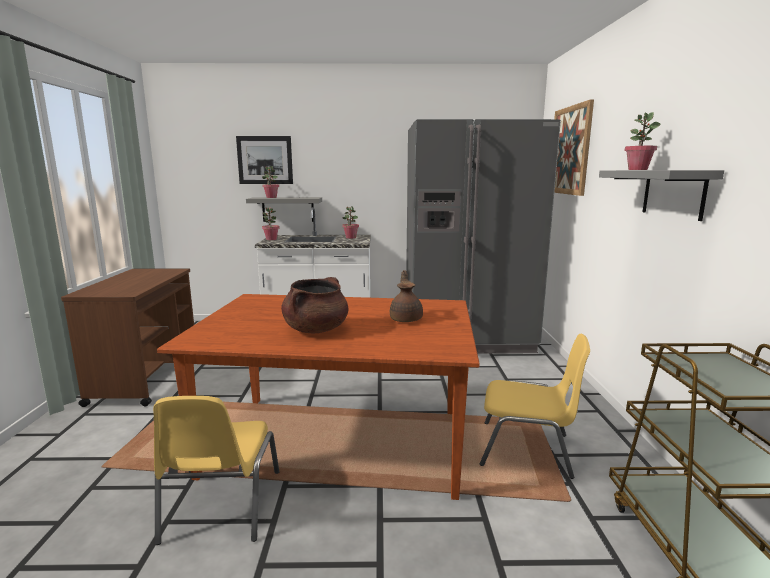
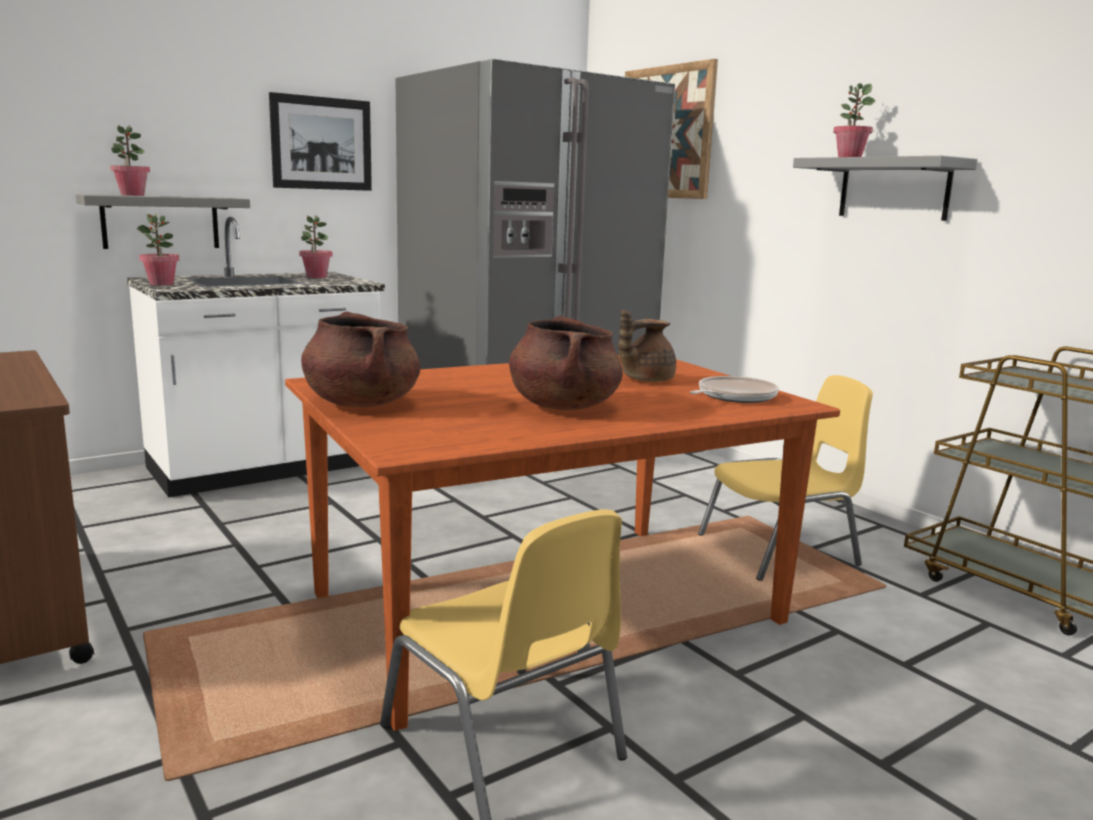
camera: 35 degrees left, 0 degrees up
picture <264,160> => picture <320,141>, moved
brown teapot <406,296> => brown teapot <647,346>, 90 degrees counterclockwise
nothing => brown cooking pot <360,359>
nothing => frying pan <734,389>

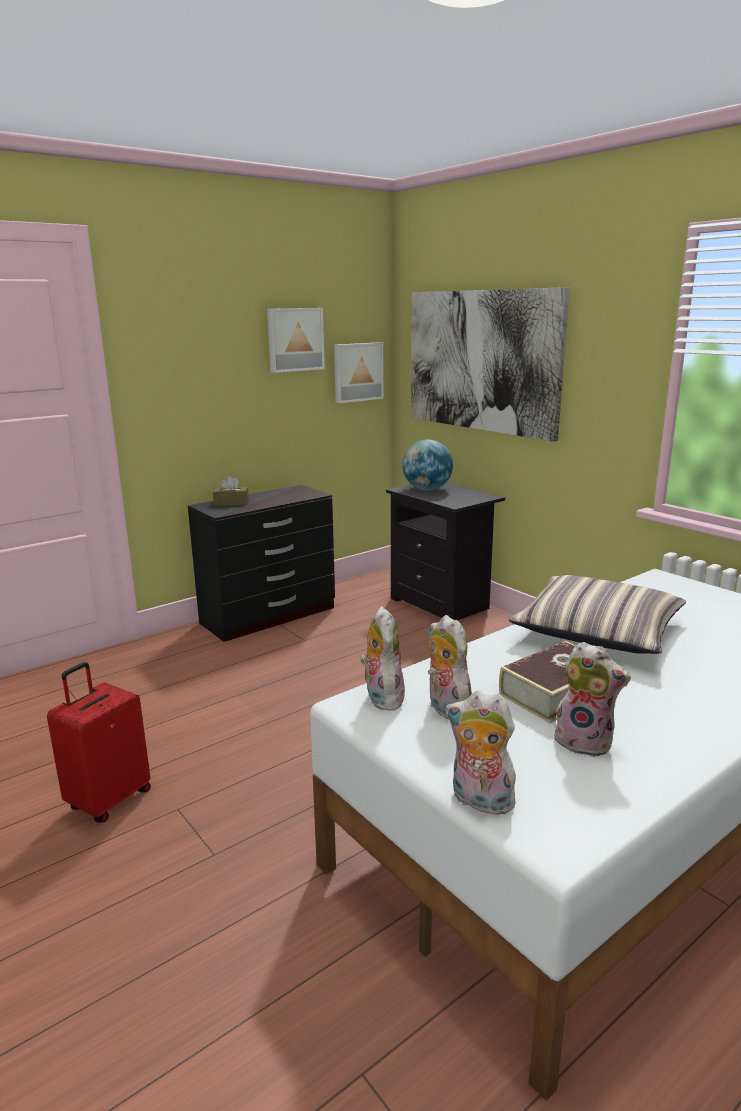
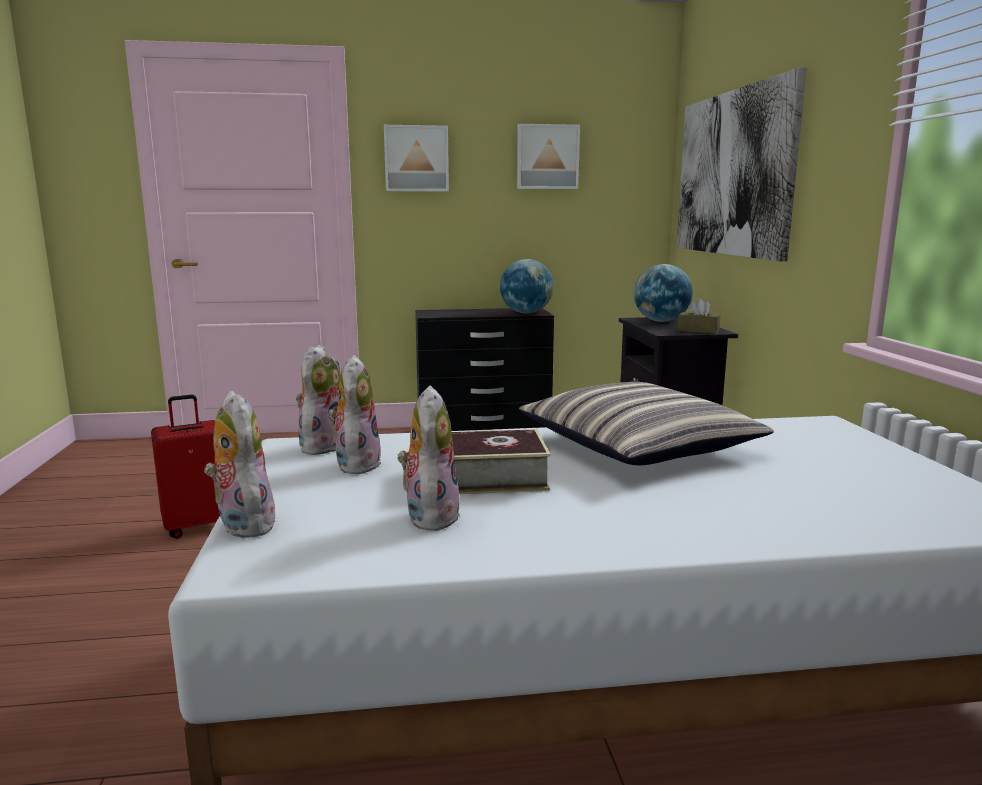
camera: 30 degrees right, 5 degrees down
brown tissue box <231,491> => brown tissue box <698,316>, moved
picture <359,372> => picture <416,158>, moved
plush toy <591,699> => plush toy <429,458>, 150 degrees counterclockwise
nothing => globe <527,286>

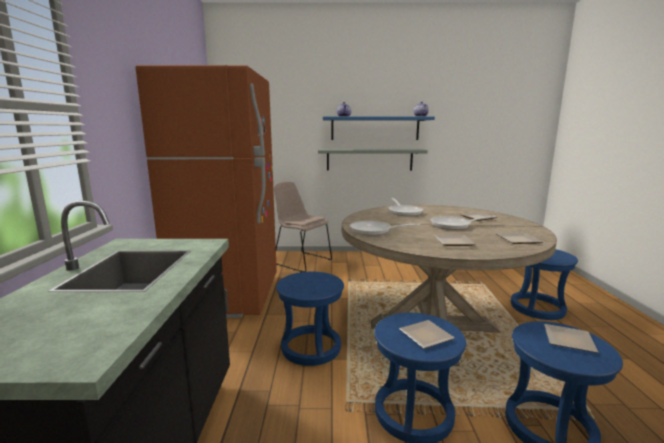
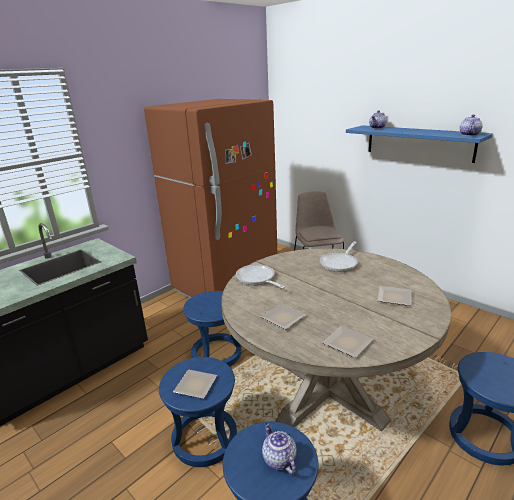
camera: 45 degrees right, 10 degrees up
grey shelf <373,160> => nothing
frying pan <463,223> => nothing
plate <571,338> => teapot <279,448>

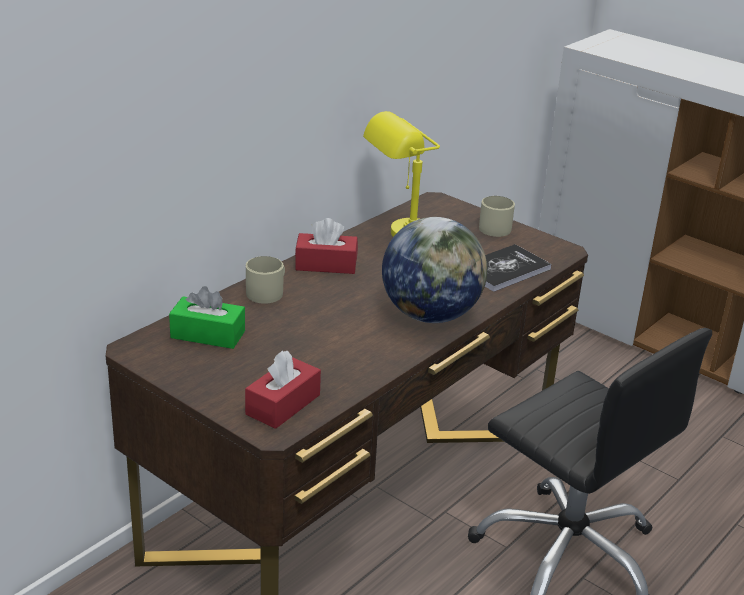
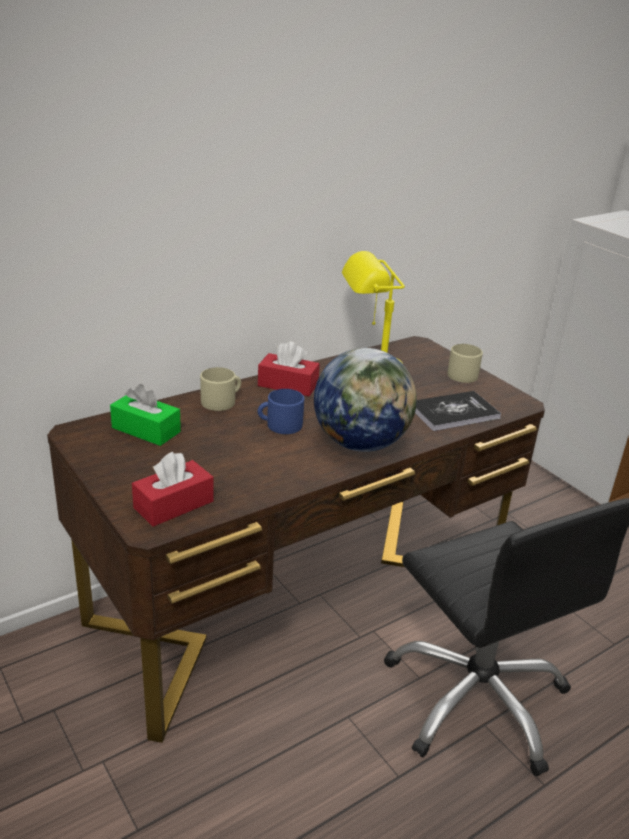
camera: 15 degrees right, 0 degrees up
nothing => blue mug <281,411>

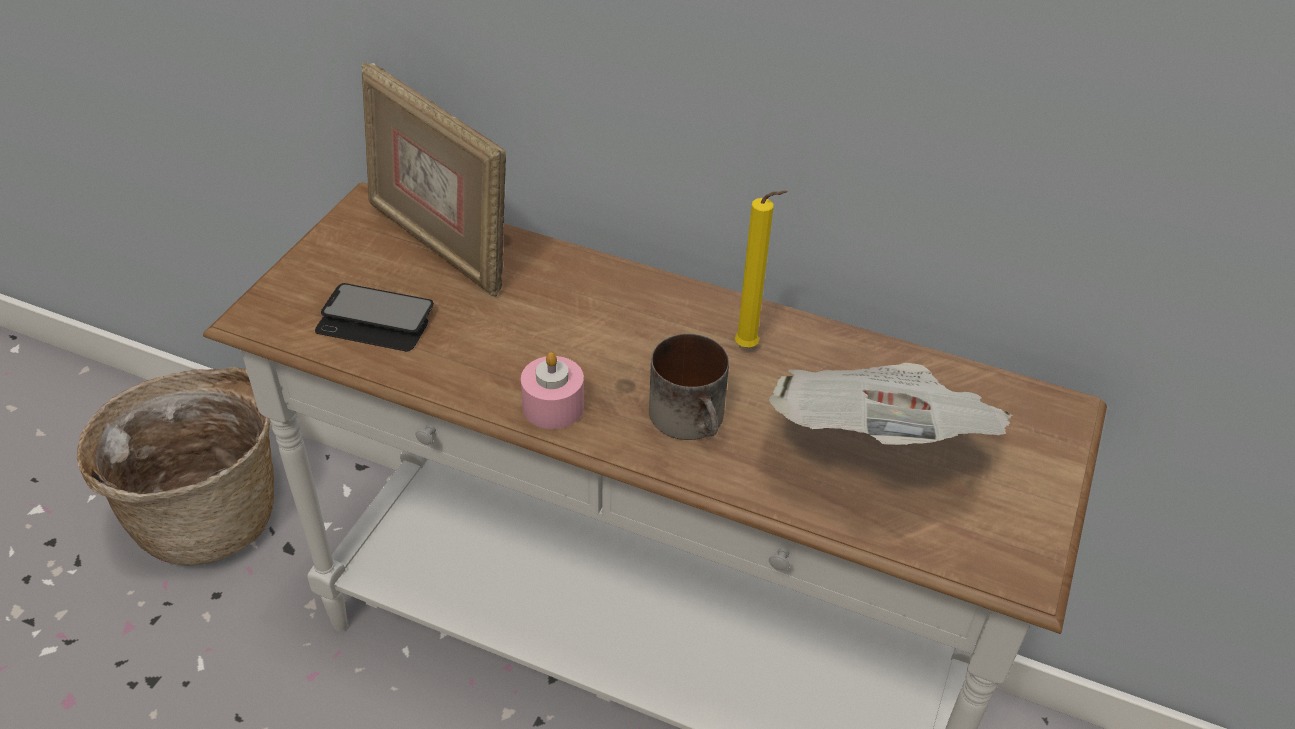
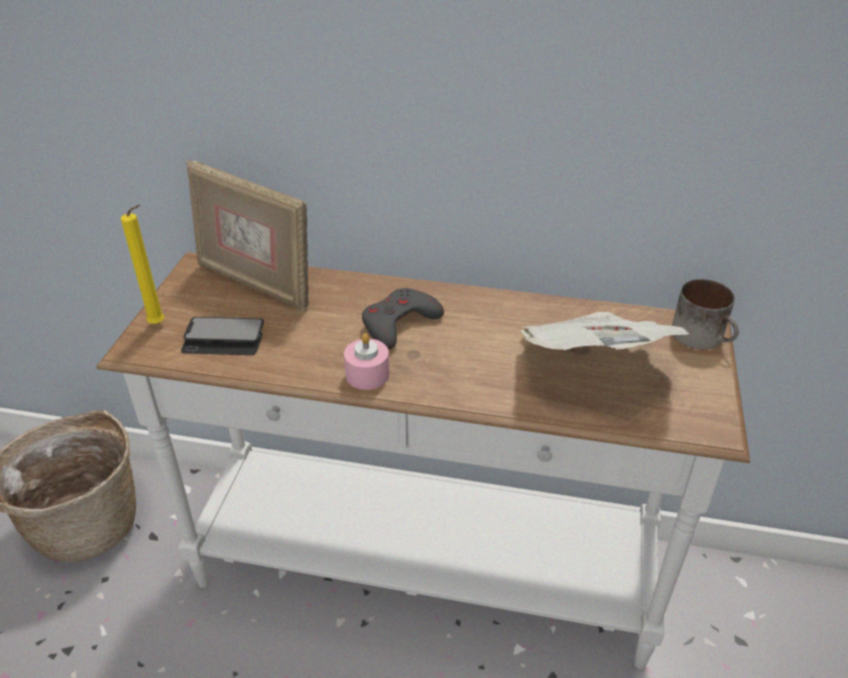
camera: 10 degrees left, 5 degrees down
mug <689,387> => mug <705,314>, moved
yellow candle <761,269> => yellow candle <142,264>, moved
nothing => grey game controller <403,319>

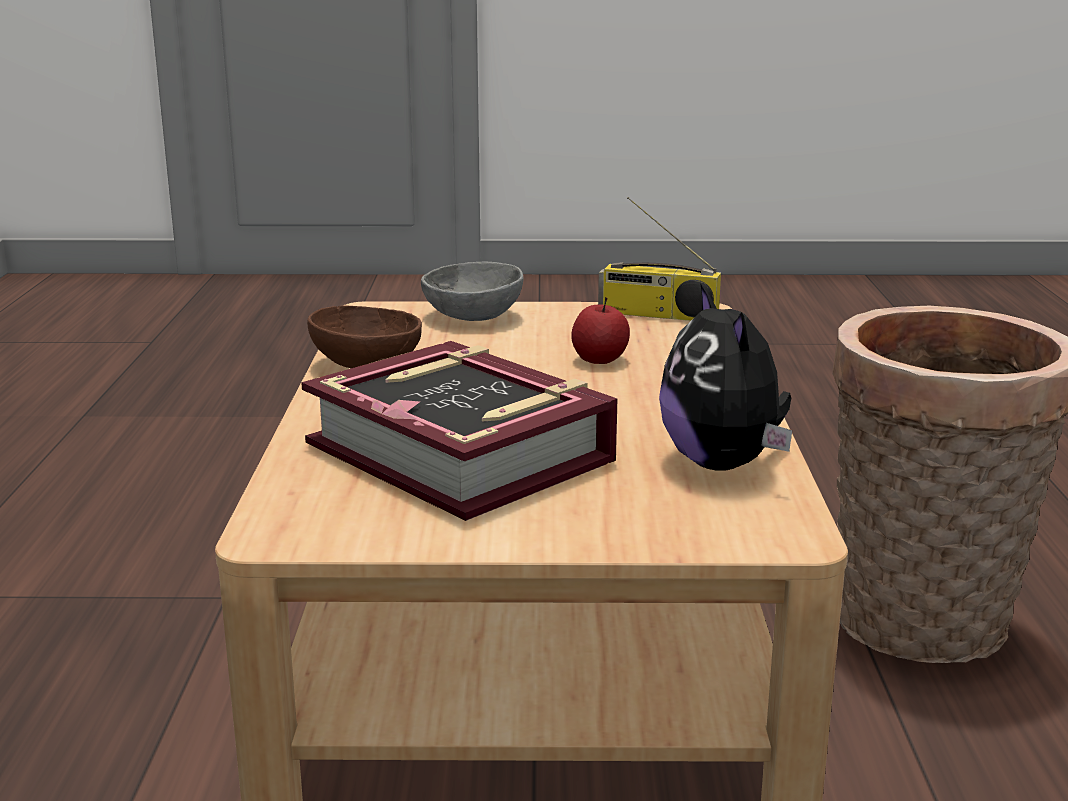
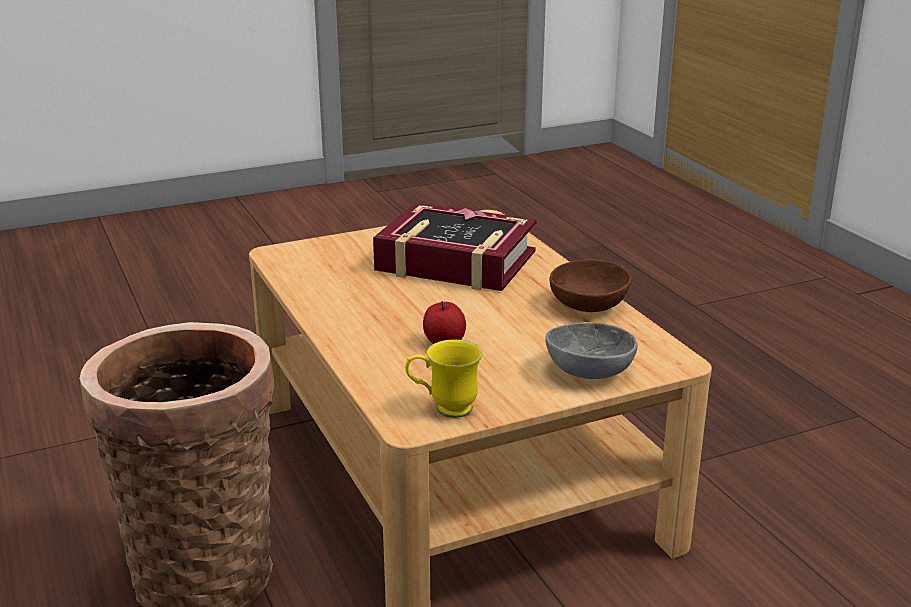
camera: 155 degrees right, 5 degrees up
radio <659,259> => yellow mug <444,378>
plush toy <725,377> => nothing

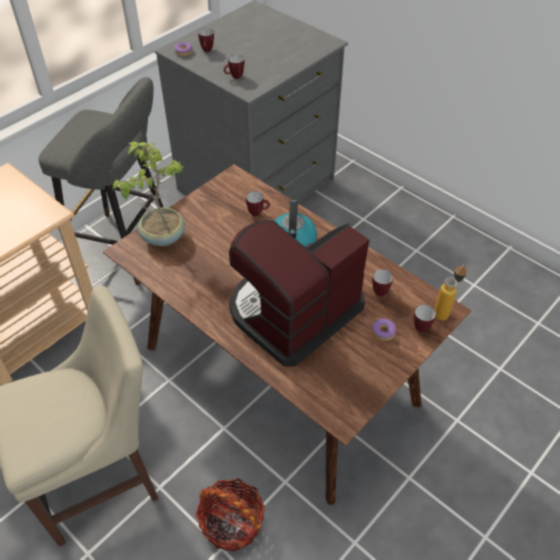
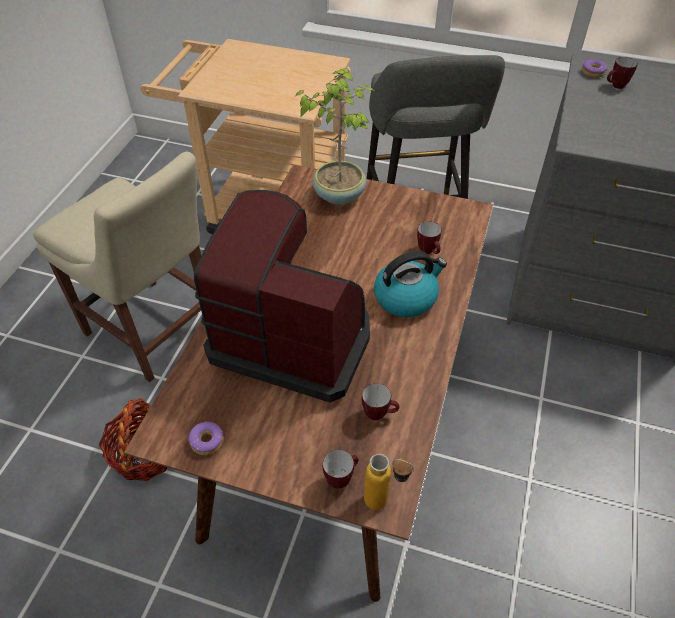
camera: 65 degrees right, 0 degrees up
mug <234,66> => nothing
donut <384,330> => donut <206,438>, moved

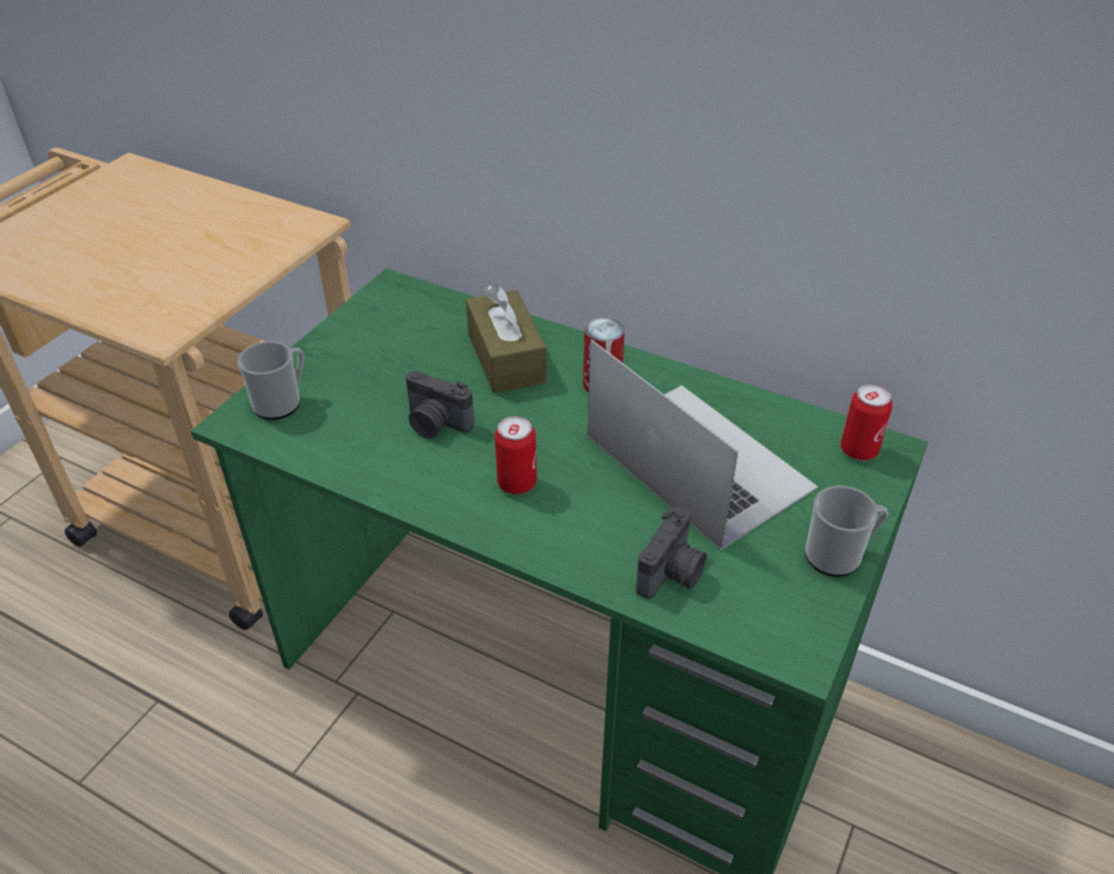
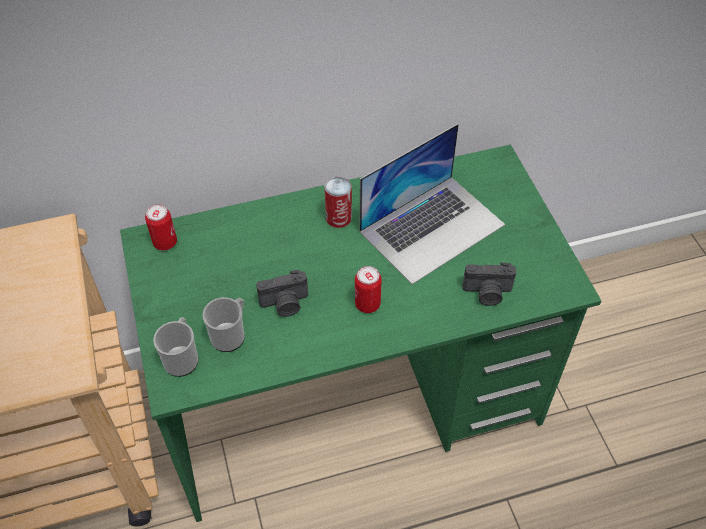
camera: 45 degrees left, 10 degrees up
brown tissue box <506,339> => nothing
laptop <703,444> => laptop <432,204>, 135 degrees clockwise
photo camera <671,553> => photo camera <489,284>, 105 degrees clockwise
mug <846,531> => mug <224,324>, moved
can <866,422> => can <161,227>, moved

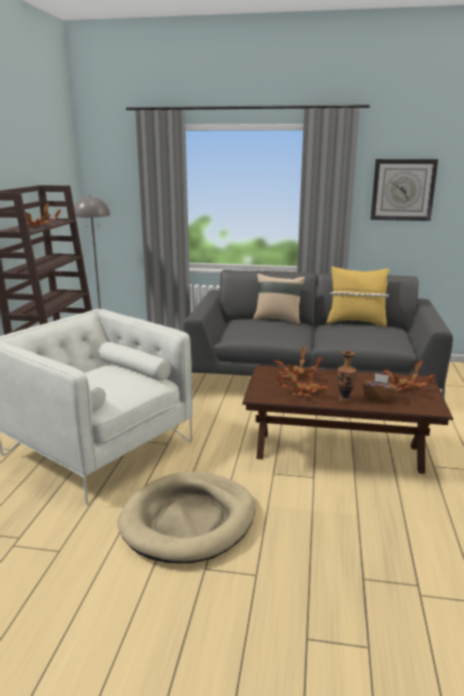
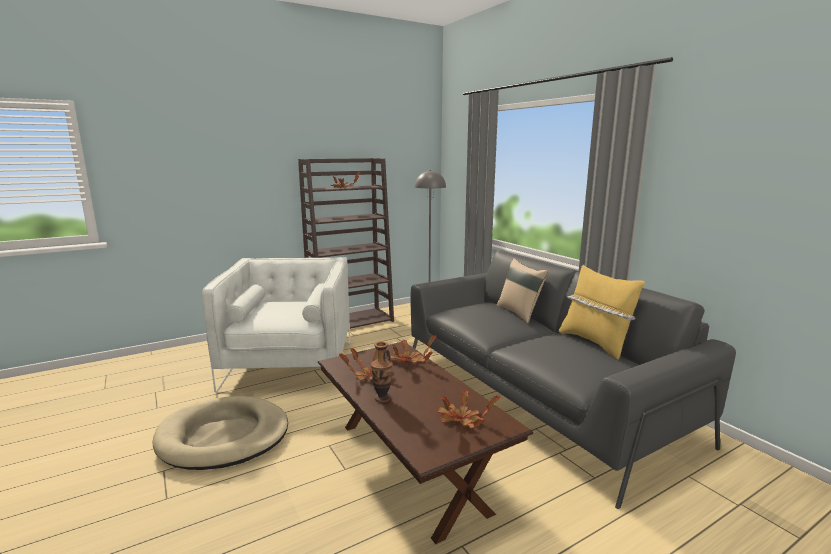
camera: 50 degrees right, 5 degrees down
brown tissue box <380,388> => nothing
wall clock <404,190> => nothing

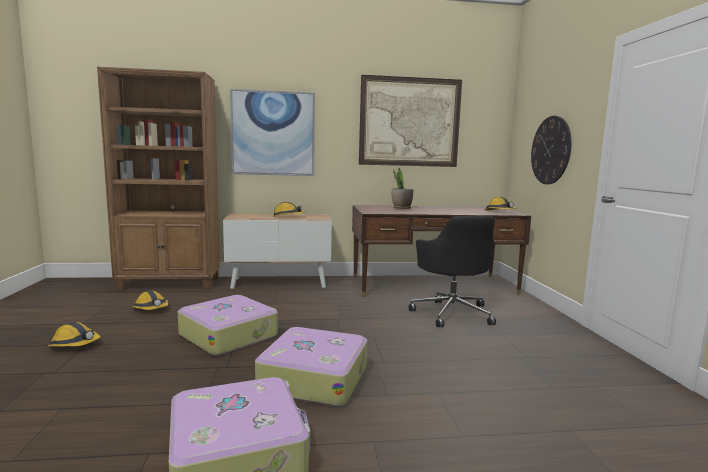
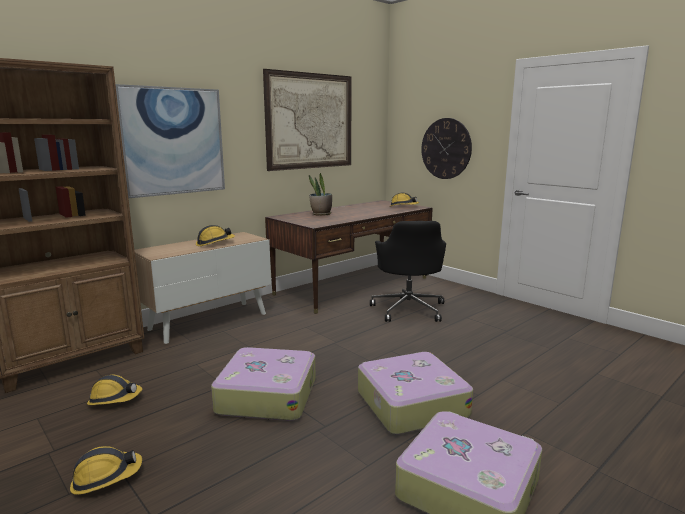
camera: 35 degrees left, 5 degrees up
black office chair <452,271> => black office chair <408,271>, 45 degrees clockwise

